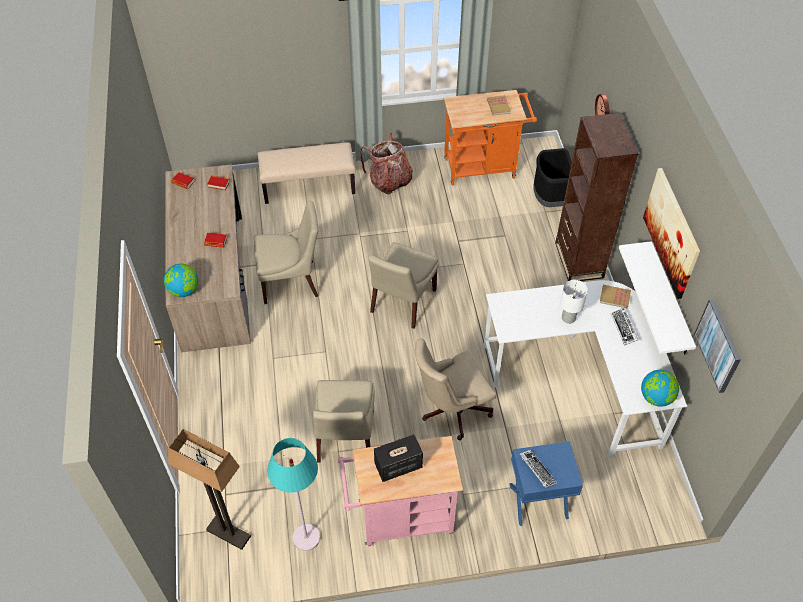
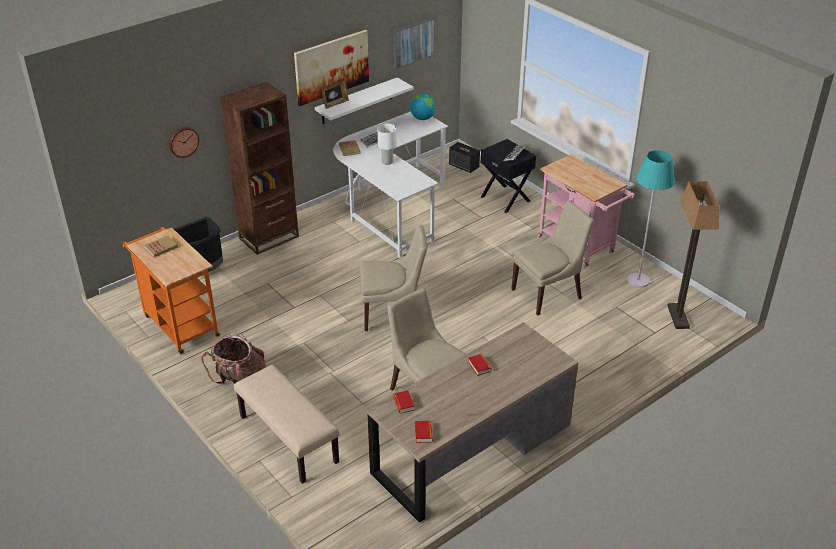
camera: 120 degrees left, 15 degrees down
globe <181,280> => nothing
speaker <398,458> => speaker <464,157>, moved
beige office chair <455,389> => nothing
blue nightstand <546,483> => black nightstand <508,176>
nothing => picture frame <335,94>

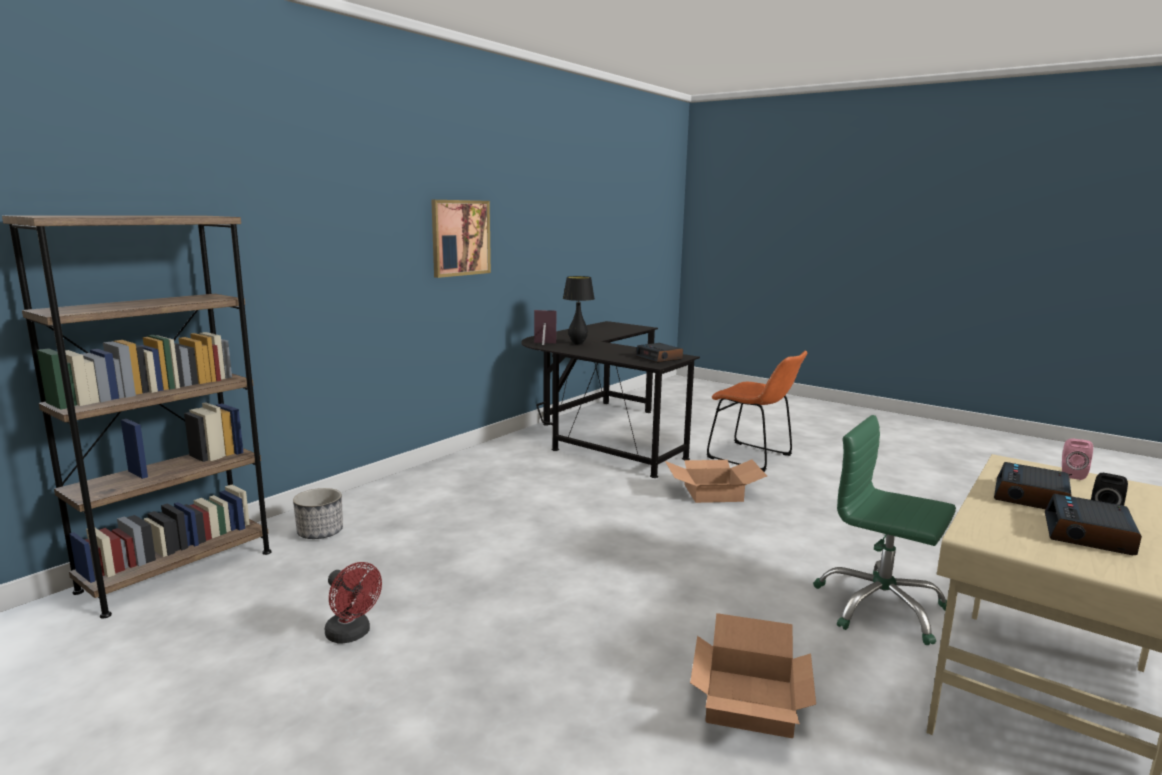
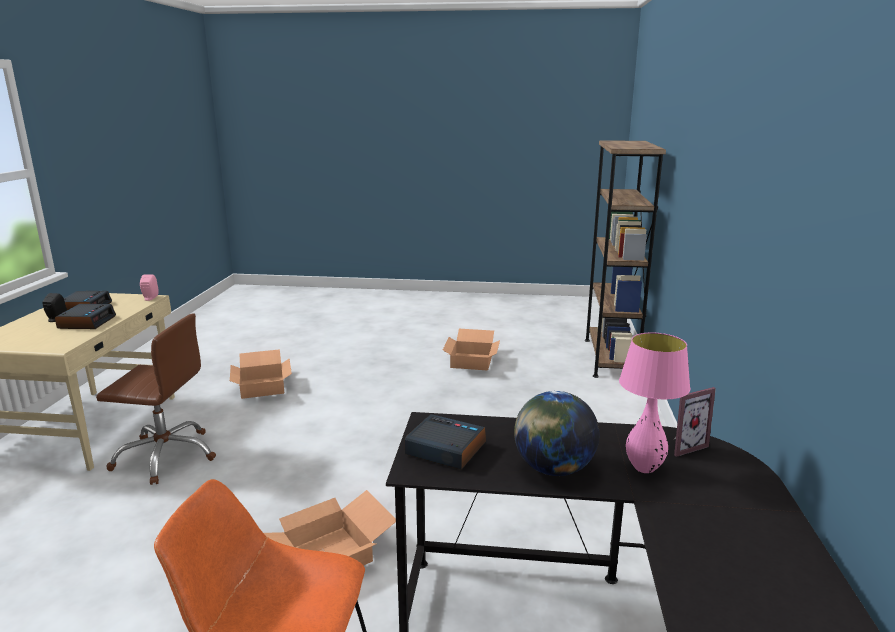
camera: 150 degrees right, 5 degrees up
planter <318,513> => nothing
red fan <353,603> => cardboard box <471,350>
picture <461,239> => nothing
black table lamp <579,310> => pink table lamp <655,403>
green office chair <885,530> => brown office chair <156,399>
pink speaker <1077,459> => pink speaker <149,287>, moved
nothing => globe <556,433>

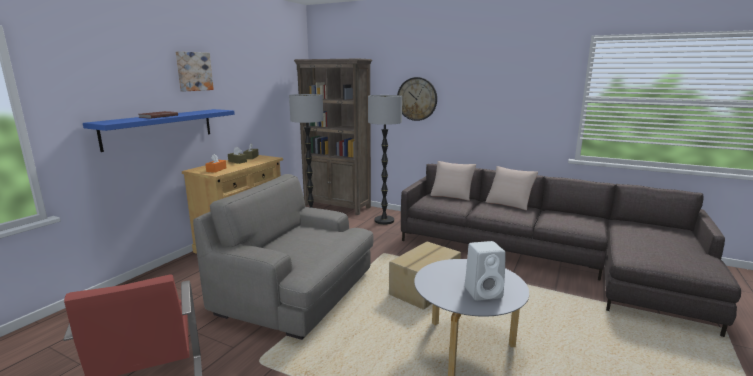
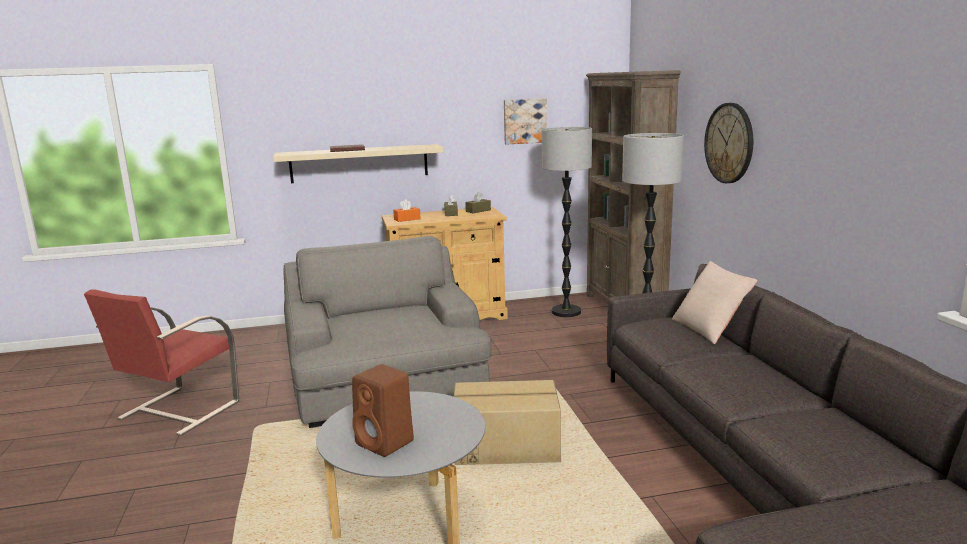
camera: 50 degrees right, 0 degrees up
blue shelf <159,130> => beige shelf <358,163>
picture <195,71> => picture <525,121>, moved
white speaker <485,271> => brown speaker <383,410>
beige pillow <512,188> => nothing

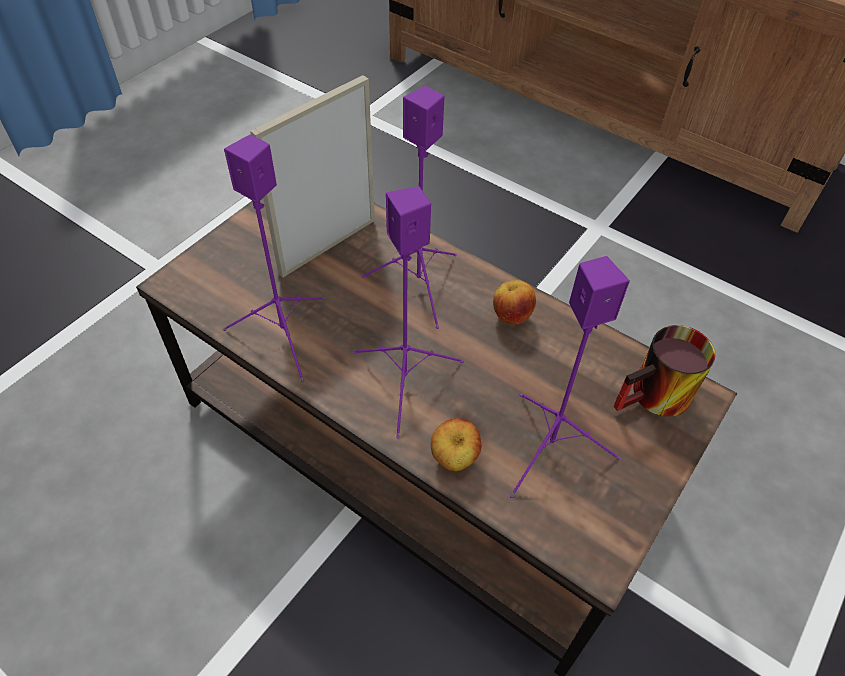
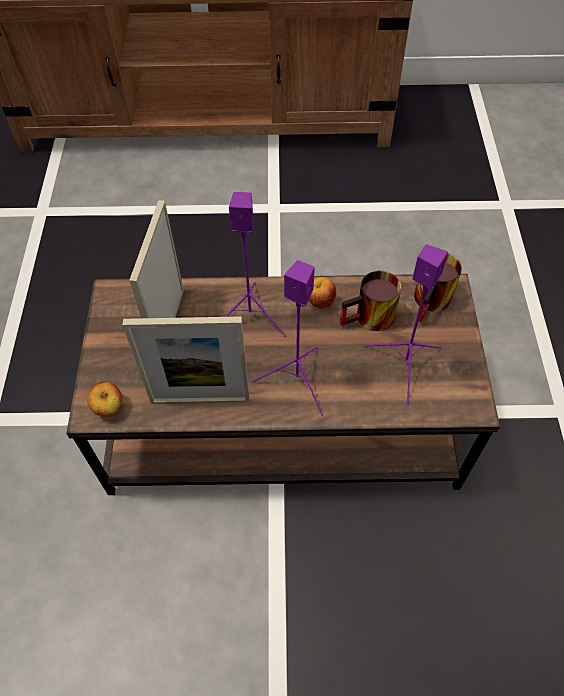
camera: 35 degrees left, 5 degrees up
purple speaker <274,258> => picture frame <186,360>
apple <456,444> => apple <104,399>, moved
nothing => mug <370,301>

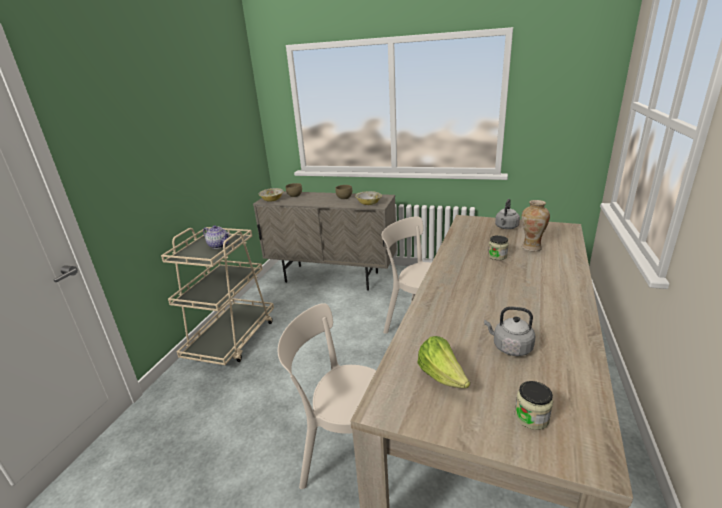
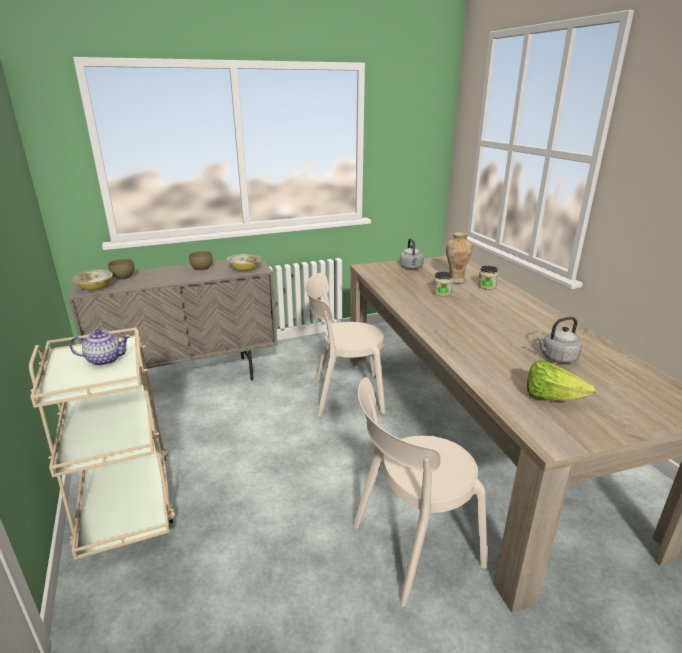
camera: 40 degrees left, 0 degrees up
jar <534,405> => jar <488,278>, moved

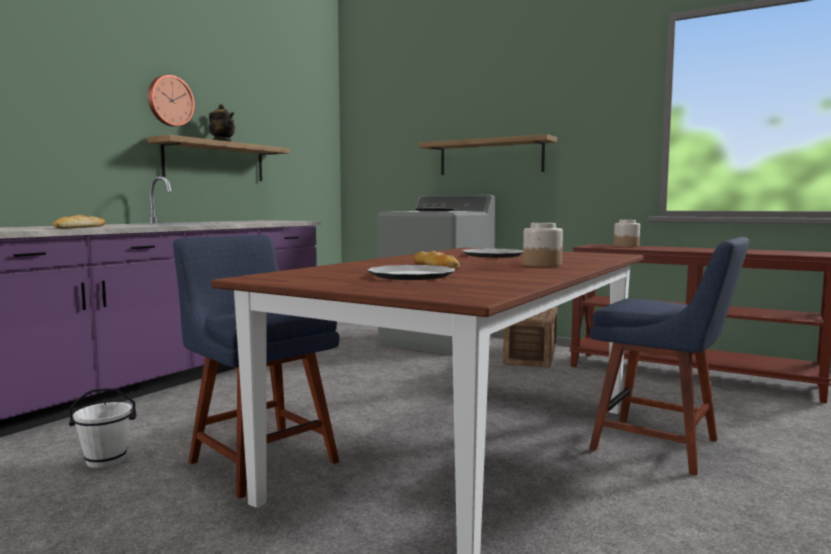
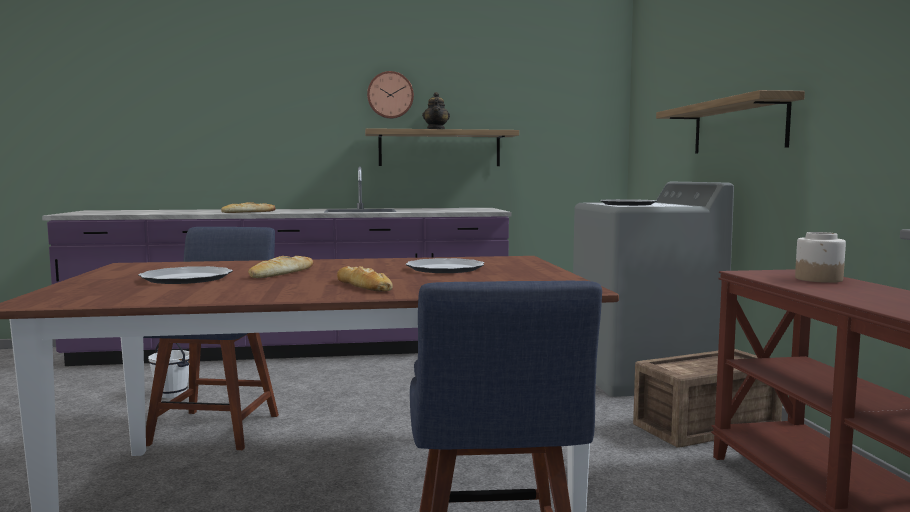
camera: 50 degrees right, 0 degrees up
jar <543,245> => bread <365,279>

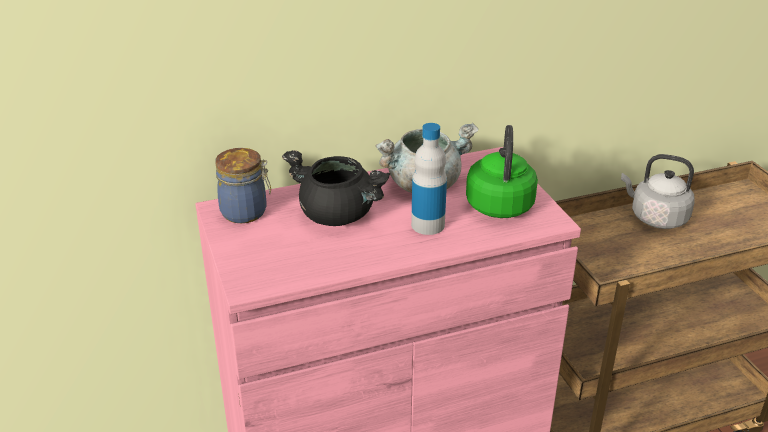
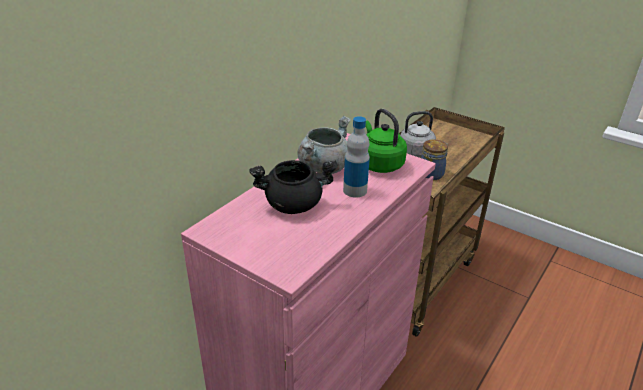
camera: 35 degrees left, 0 degrees up
jar <243,185> => jar <434,159>, moved

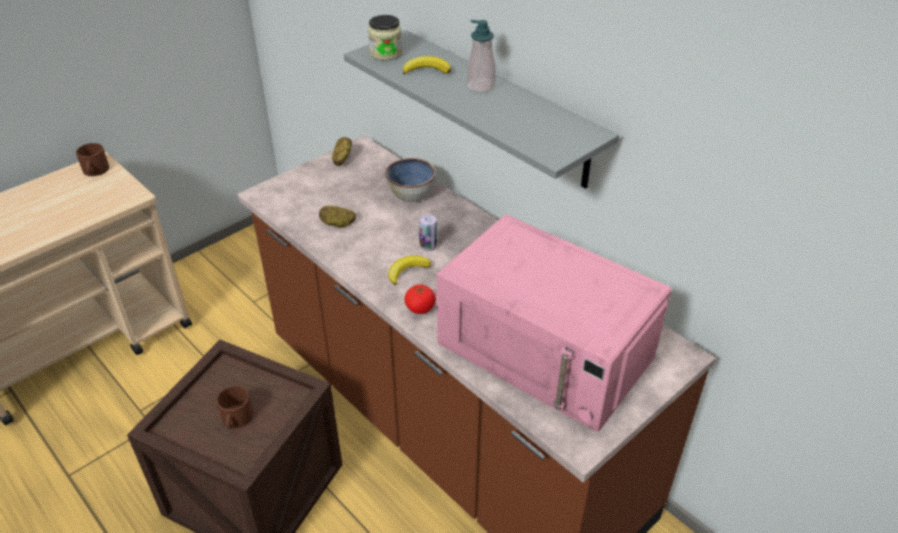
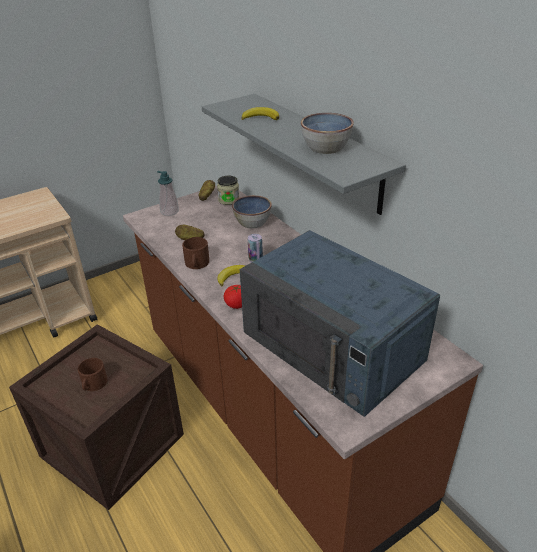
camera: 10 degrees right, 5 degrees down
brown mug <92,159> => brown mug <195,253>, moved
jar <385,38> => jar <228,190>, moved
pink microwave <554,323> => blue microwave <340,323>
soap dispenser <481,56> => soap dispenser <168,193>, moved
nothing => bowl <327,133>

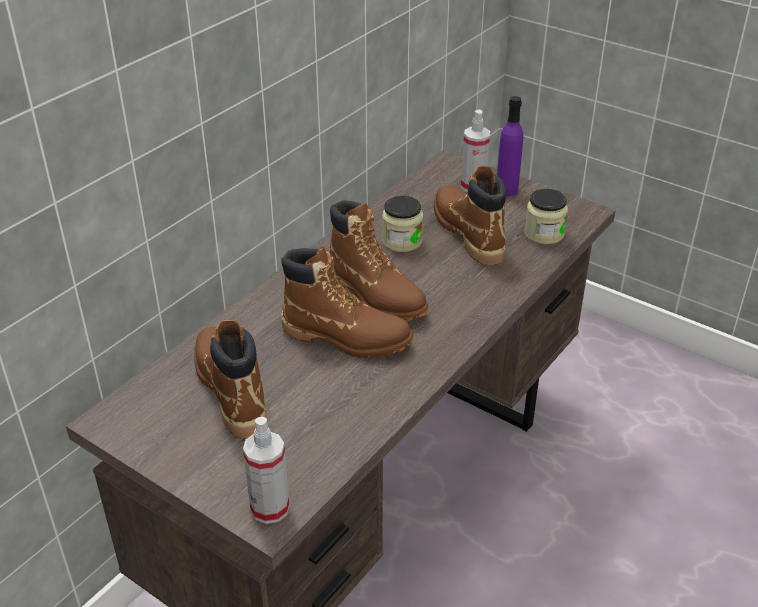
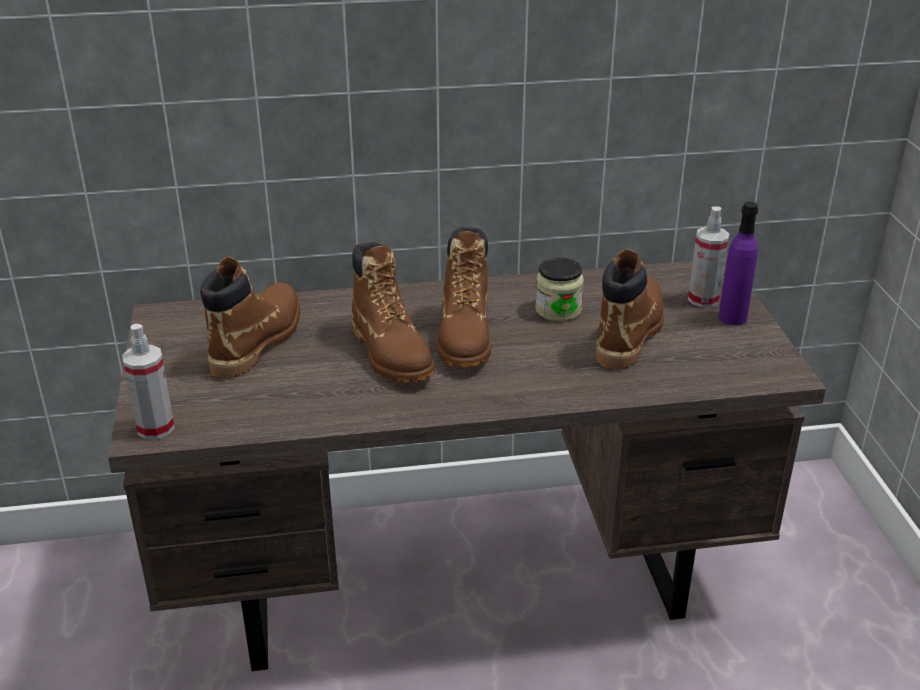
camera: 45 degrees right, 5 degrees down
jar <546,217> => nothing

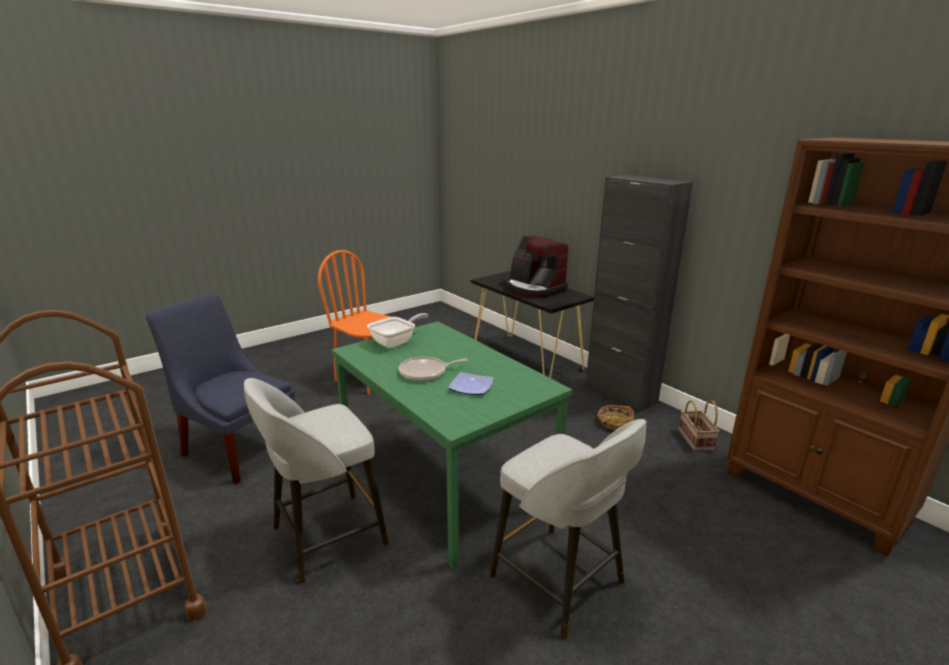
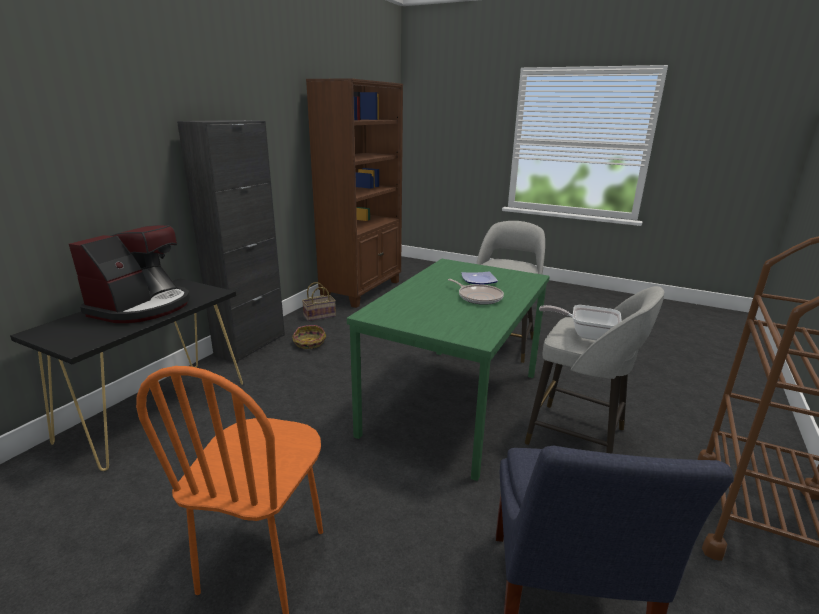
camera: 115 degrees left, 0 degrees up
frying pan <397,330> => frying pan <580,322>, moved

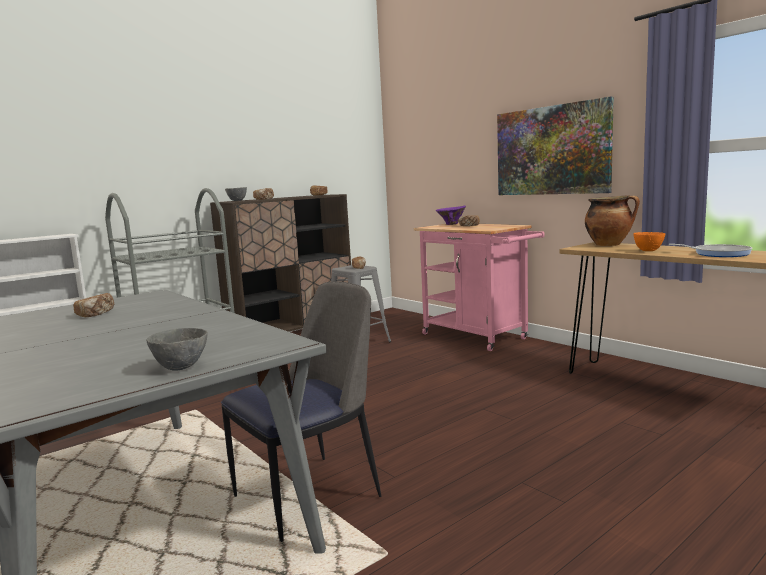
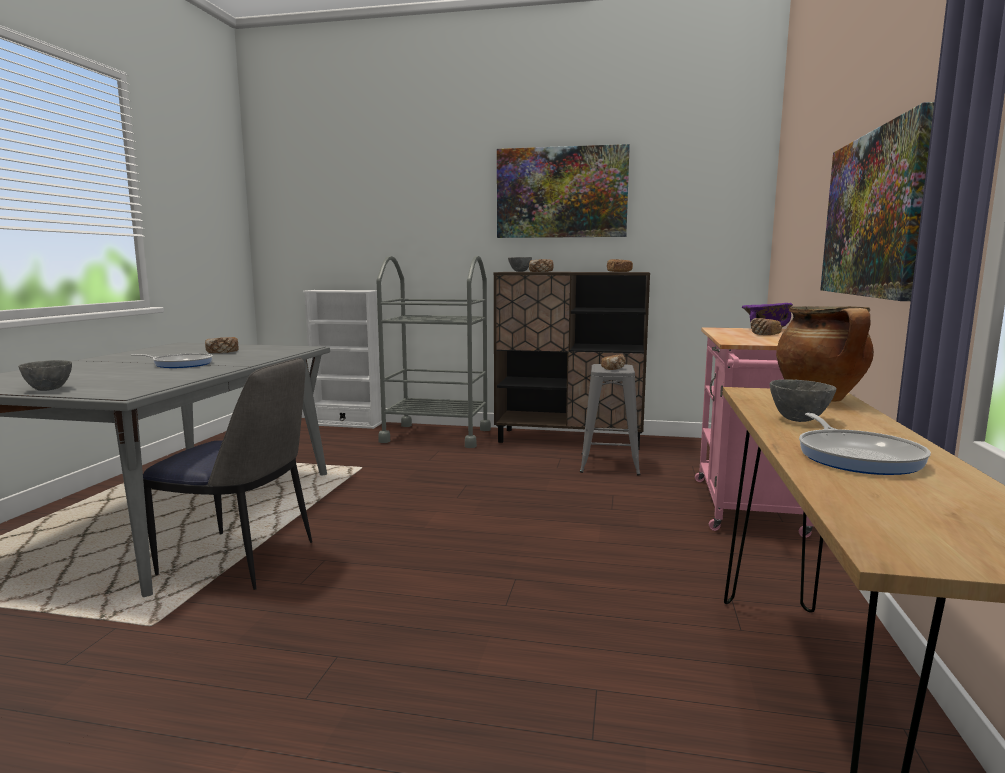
camera: 50 degrees right, 0 degrees up
orange bowl <649,241> => grey bowl <803,400>
nothing => frying pan <172,360>
nothing => picture <563,191>

